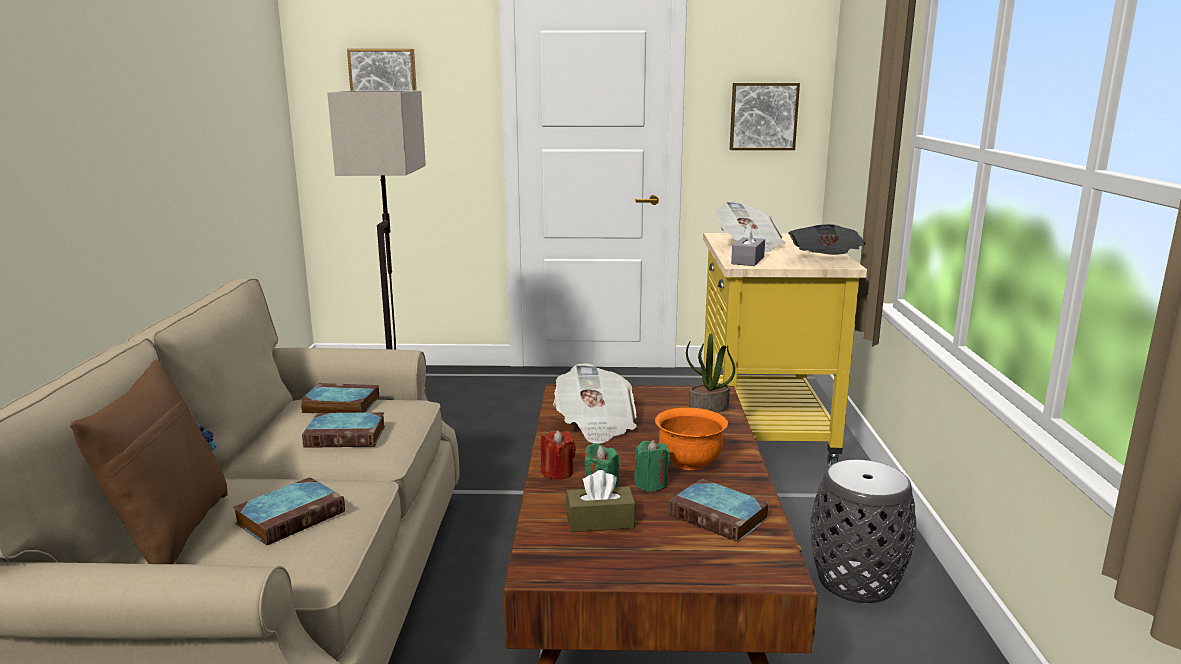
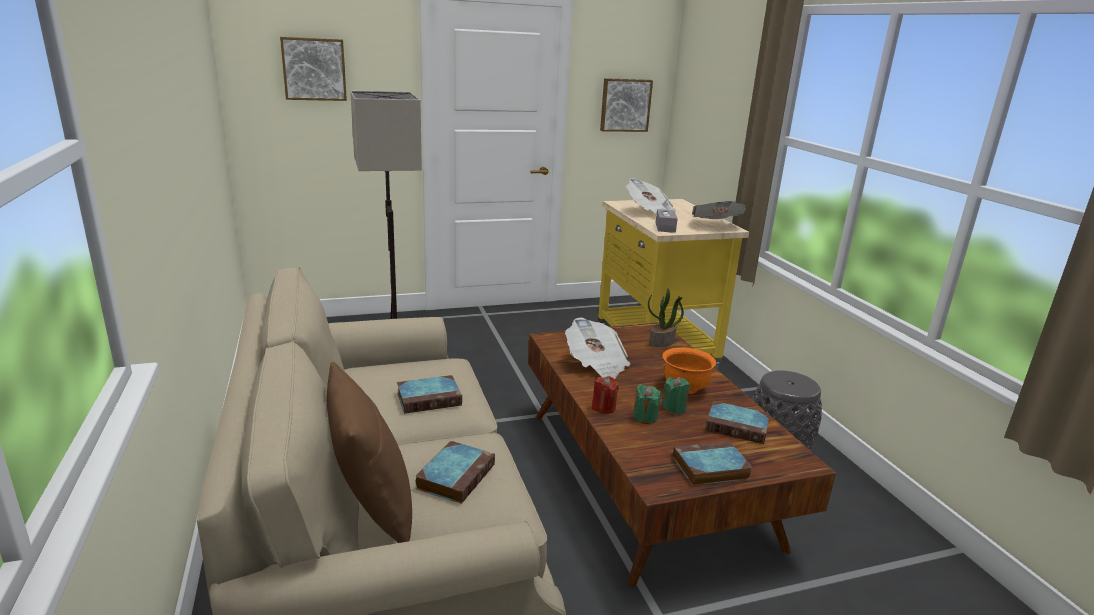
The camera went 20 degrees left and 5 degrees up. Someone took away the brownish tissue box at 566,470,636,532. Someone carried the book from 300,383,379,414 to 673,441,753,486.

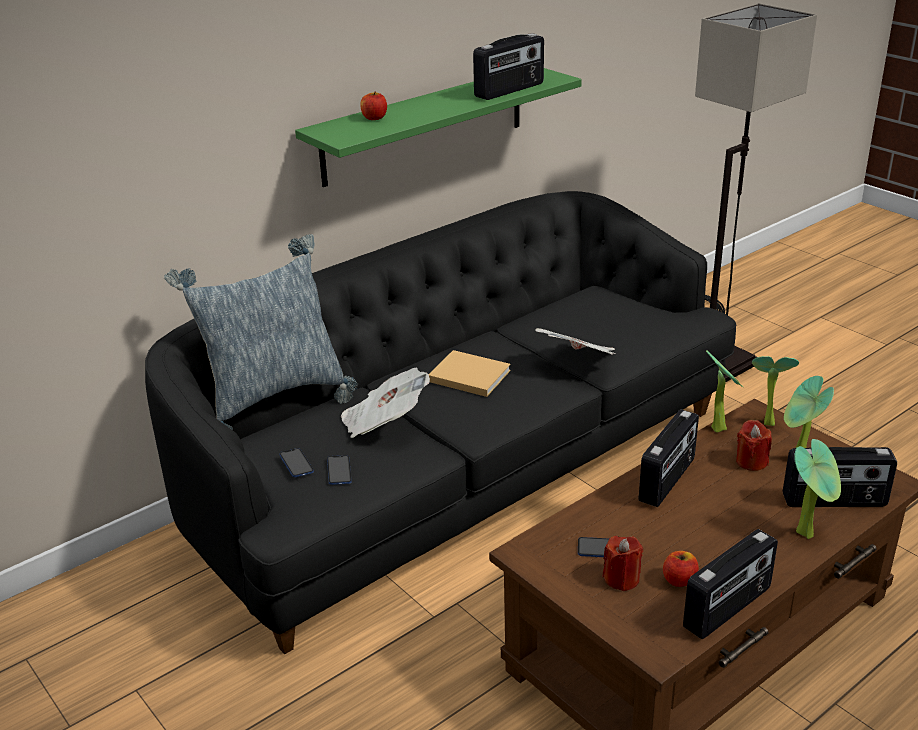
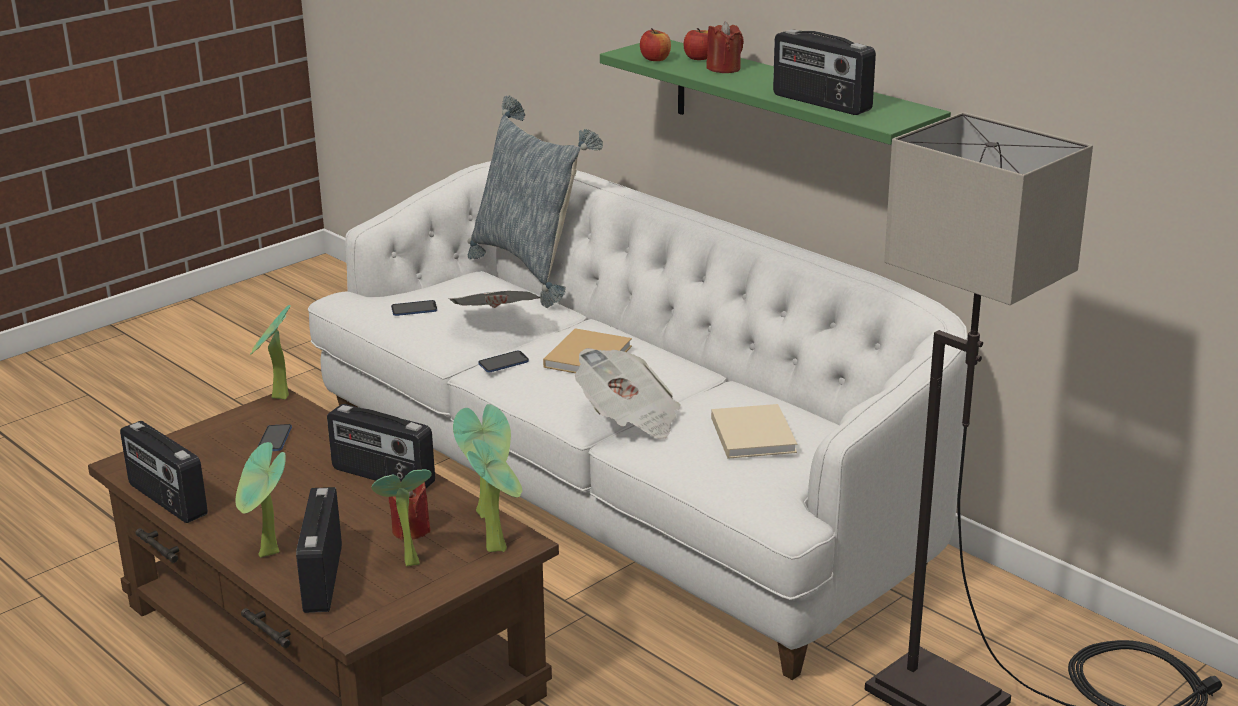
The camera went 85 degrees right and 5 degrees down. Someone put down the houseplant at 250,305,291,399. Someone put down the sand-coloured book at 711,404,797,459. Someone carried the telephone from 279,448,314,477 to 478,351,529,373. Someone carried the reddish wax candle from 603,536,643,591 to 707,21,744,73. Someone carried the apple from 663,551,699,587 to 640,28,671,61. Someone repainted the black sofa at 145,191,737,654, which became the white sofa at 308,161,968,680.

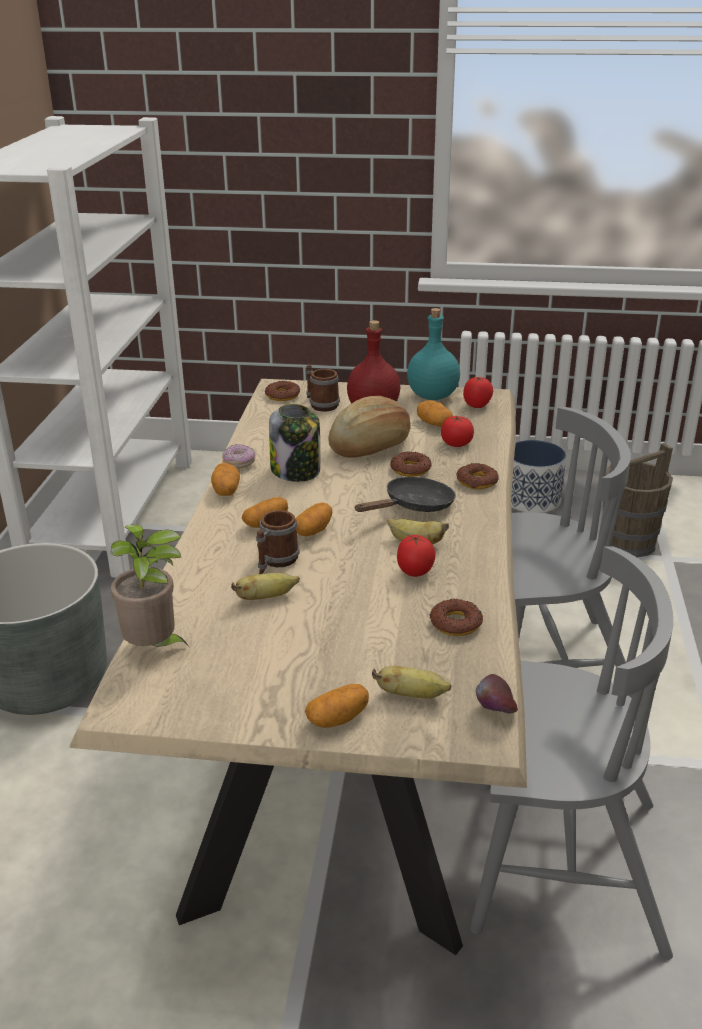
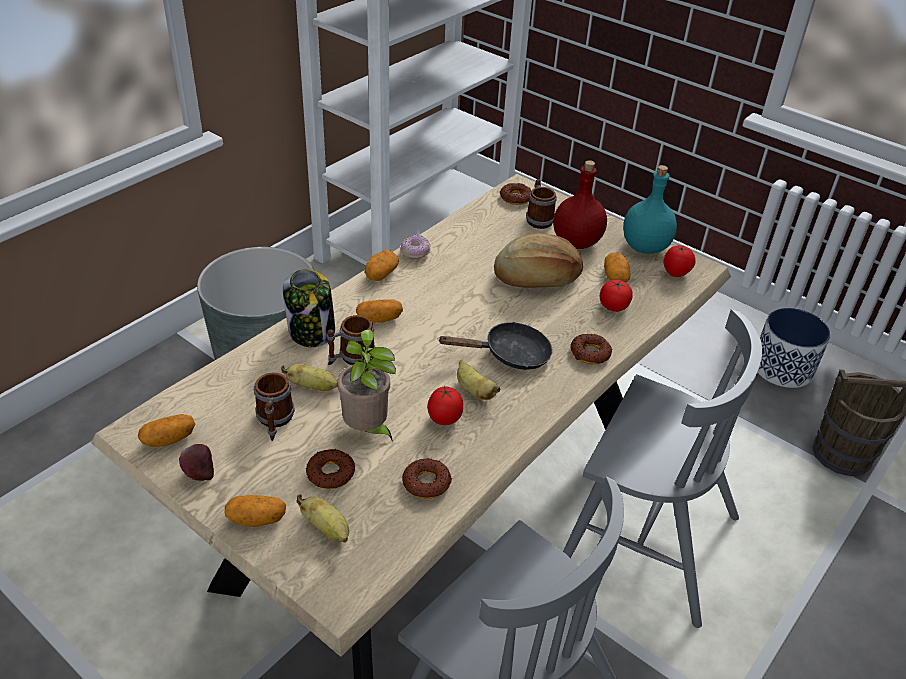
The camera went 30 degrees right and 10 degrees up. Someone put down the mug at 254,372,295,441. Someone carried the houseplant from 111,524,189,647 to 338,329,396,442. Someone carried the preserve jar from 269,404,320,482 to 283,269,335,347. Someone carried the whole potato from 296,502,332,536 to 138,414,195,447. Someone carried the doughnut from 390,452,432,477 to 306,449,355,489. Someone carried the apple from 476,674,518,713 to 179,444,214,481.

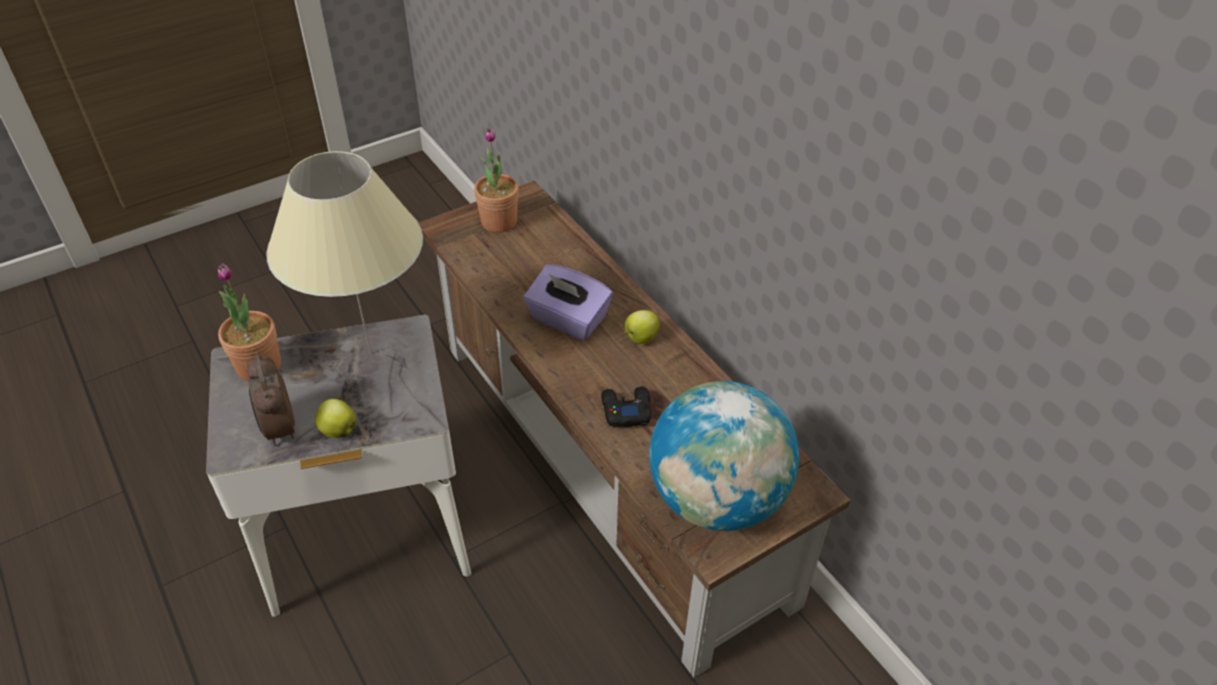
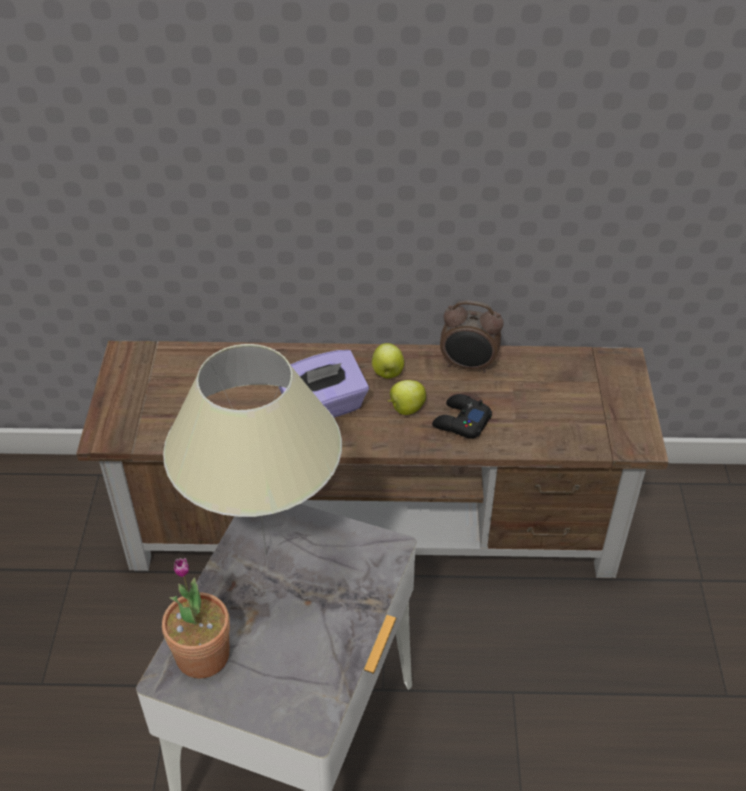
The camera went 55 degrees left and 0 degrees up. Someone took away the houseplant at 474,128,519,232. Someone took away the desk globe at 649,381,799,531. Someone carried the alarm clock from 247,353,295,446 to 440,300,504,373. Someone carried the apple from 315,399,357,438 to 388,380,426,415.

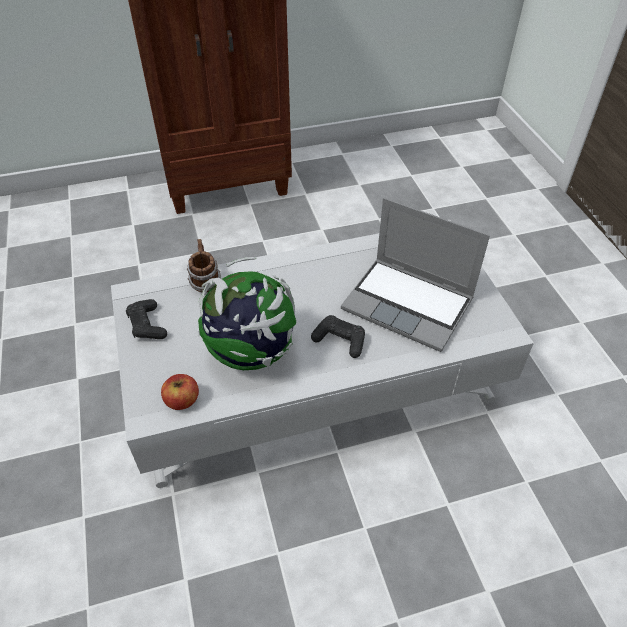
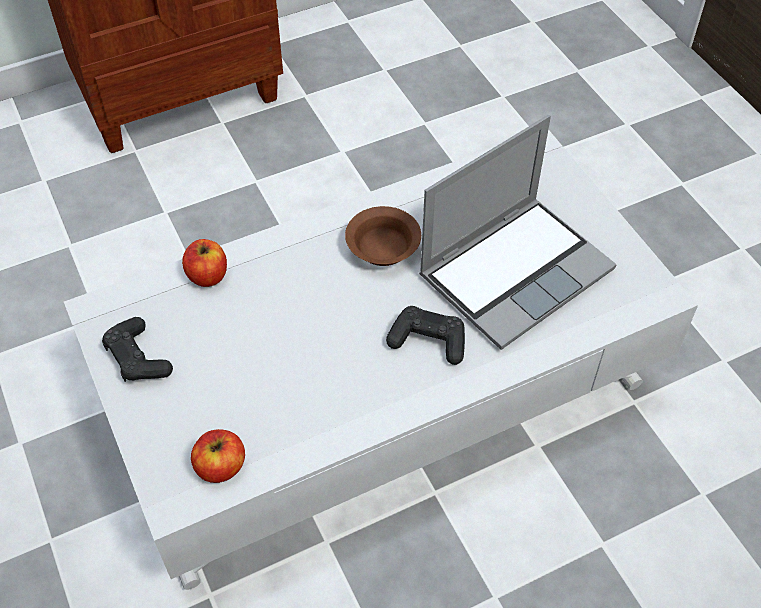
The camera went 10 degrees left and 5 degrees up. Someone took away the desk globe at 198,257,296,370. Someone put down the brownish bowl at 345,206,421,266. Someone swapped the mug at 187,239,221,292 for the apple at 182,239,227,287. Someone rotated the laptop at 341,198,490,352 by 60 degrees counterclockwise.

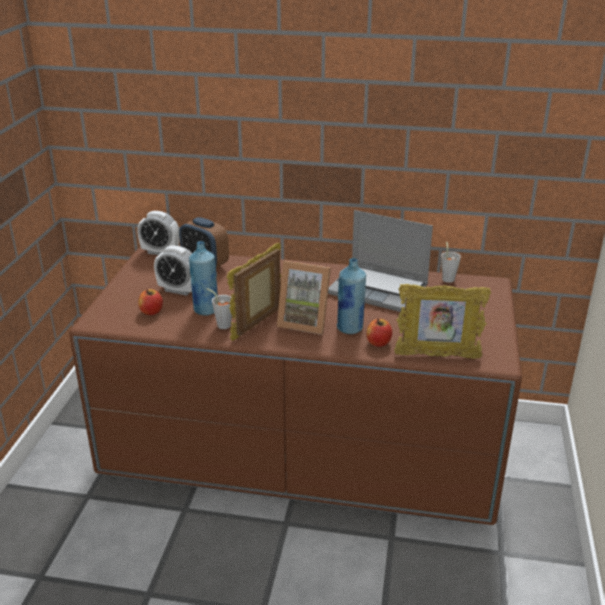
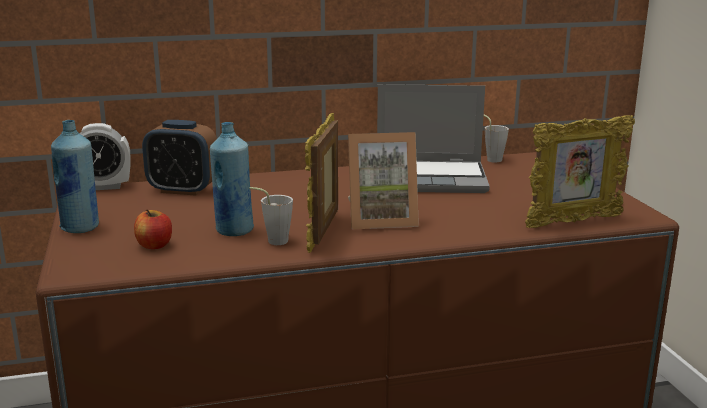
The camera went 25 degrees left and 10 degrees down. Someone took away the alarm clock at 154,245,192,296. Someone took away the apple at 366,319,392,347. Someone carried the blue drink bottle from 337,258,366,334 to 51,120,99,233.

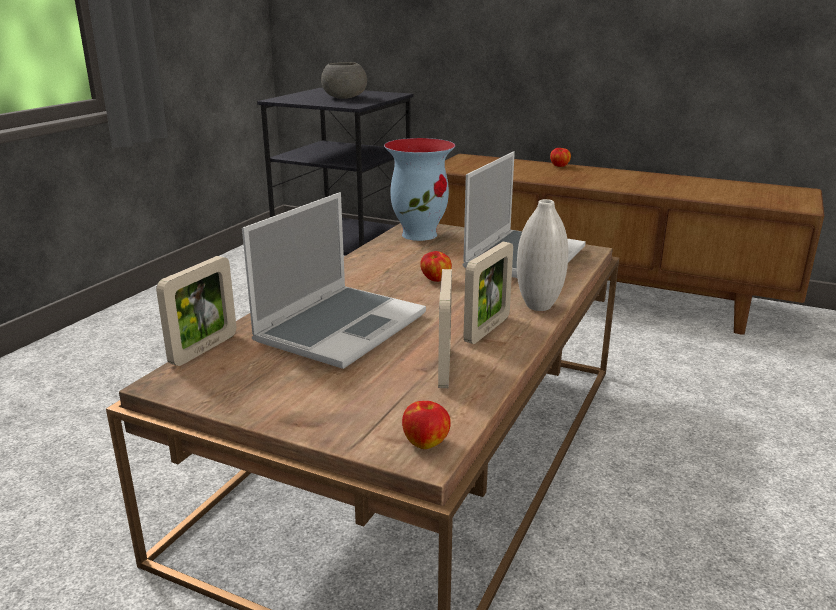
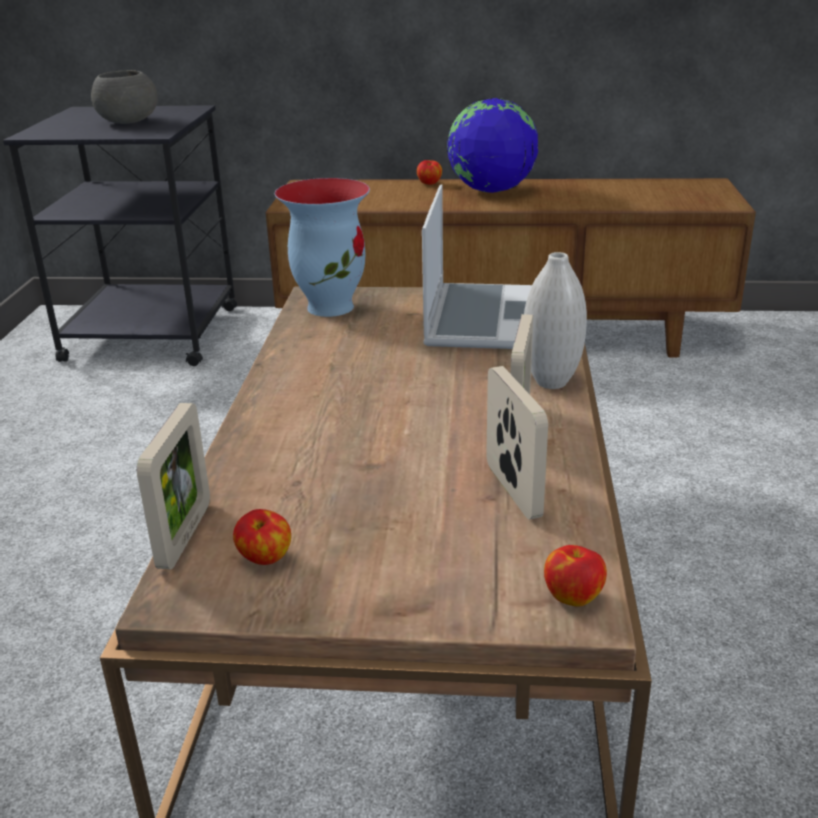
The camera went 20 degrees left and 5 degrees up. Someone took away the laptop at 242,192,426,369. Someone put down the desk globe at 447,98,538,193. Someone carried the apple from 420,251,452,282 to 233,509,291,565.

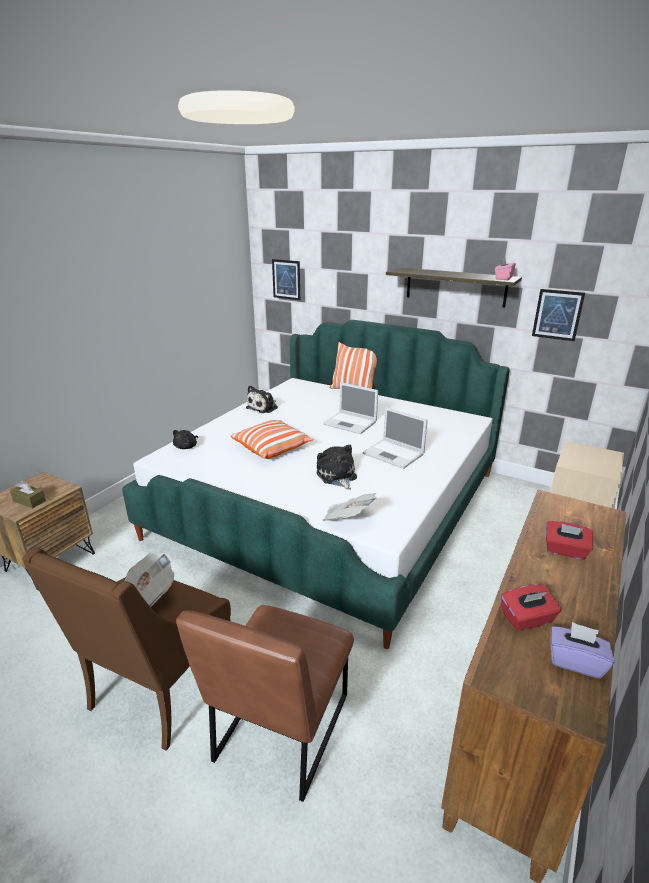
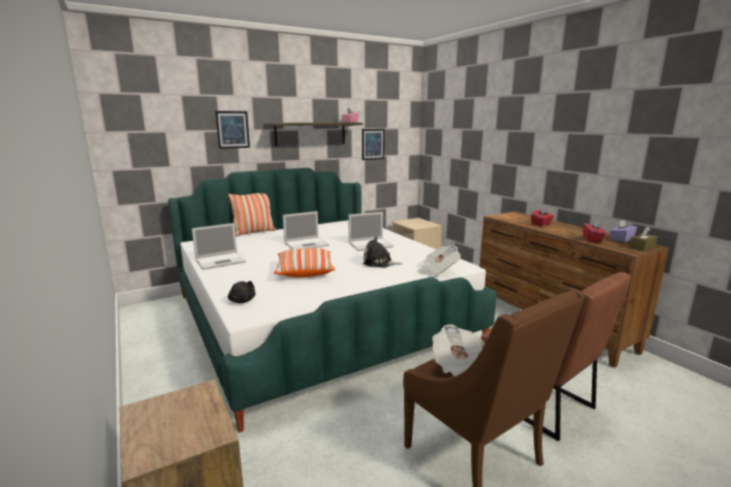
The camera went 60 degrees left and 10 degrees down. Someone carried the brownish tissue box from 10,480,46,508 to 629,226,658,251. Someone carried the picture from 272,259,300,300 to 215,111,250,149. Someone swapped the cuddly toy at 246,385,278,413 for the laptop at 192,223,246,270.

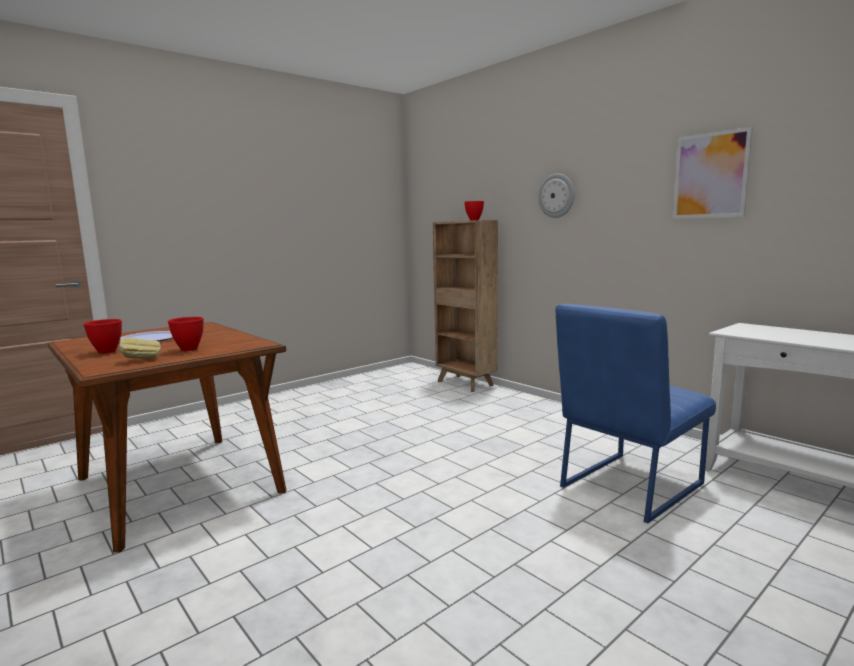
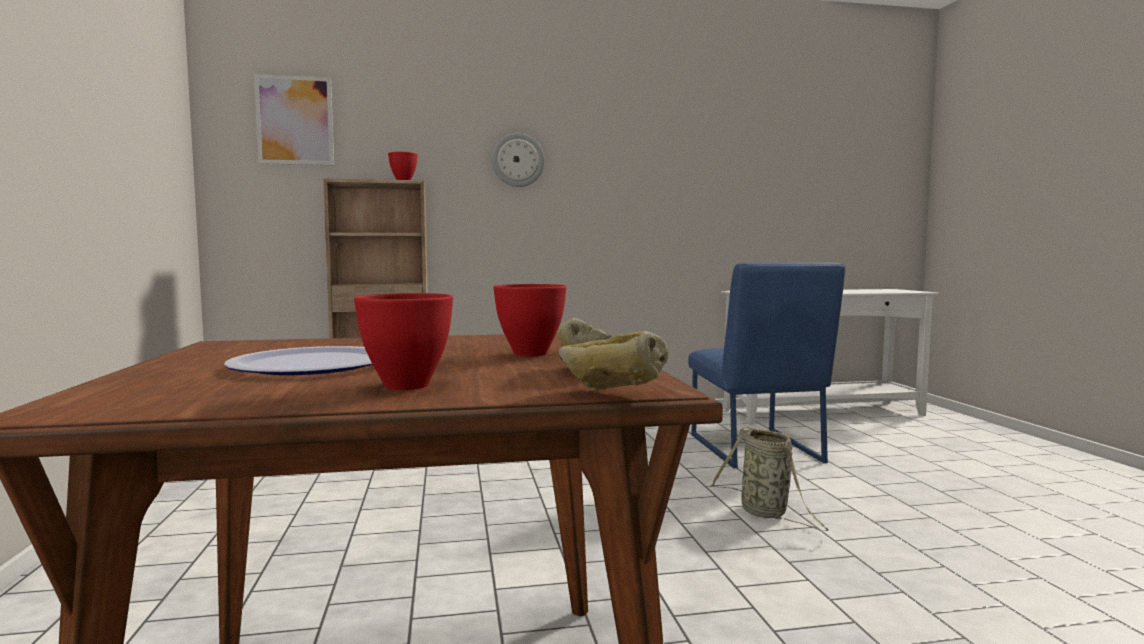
The camera went 60 degrees left and 5 degrees down. Someone put down the bread at 559,331,669,392. Someone put down the basket at 710,427,828,531. Someone carried the picture from 673,127,753,219 to 254,74,334,165.

